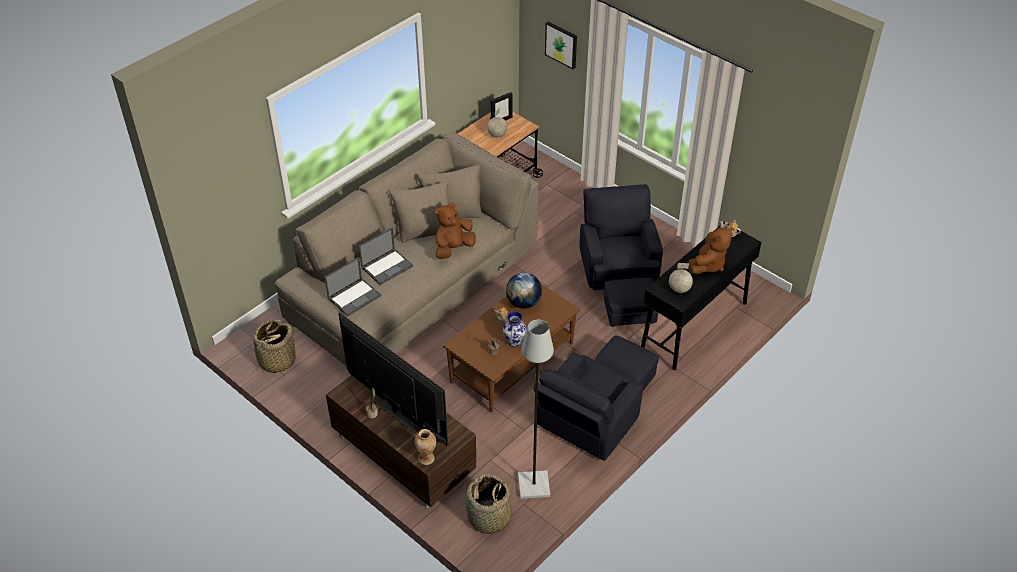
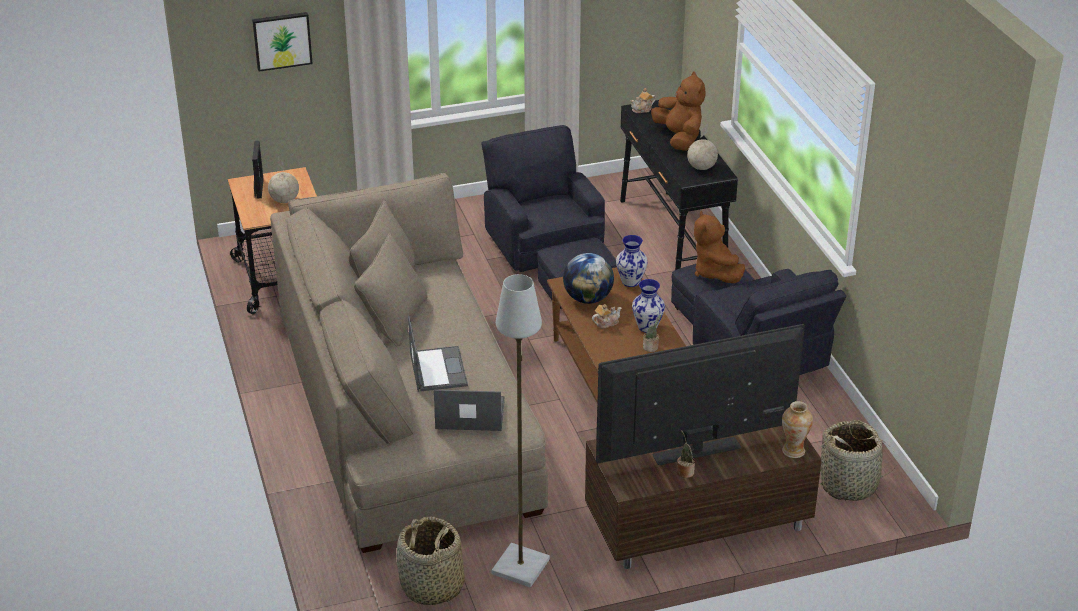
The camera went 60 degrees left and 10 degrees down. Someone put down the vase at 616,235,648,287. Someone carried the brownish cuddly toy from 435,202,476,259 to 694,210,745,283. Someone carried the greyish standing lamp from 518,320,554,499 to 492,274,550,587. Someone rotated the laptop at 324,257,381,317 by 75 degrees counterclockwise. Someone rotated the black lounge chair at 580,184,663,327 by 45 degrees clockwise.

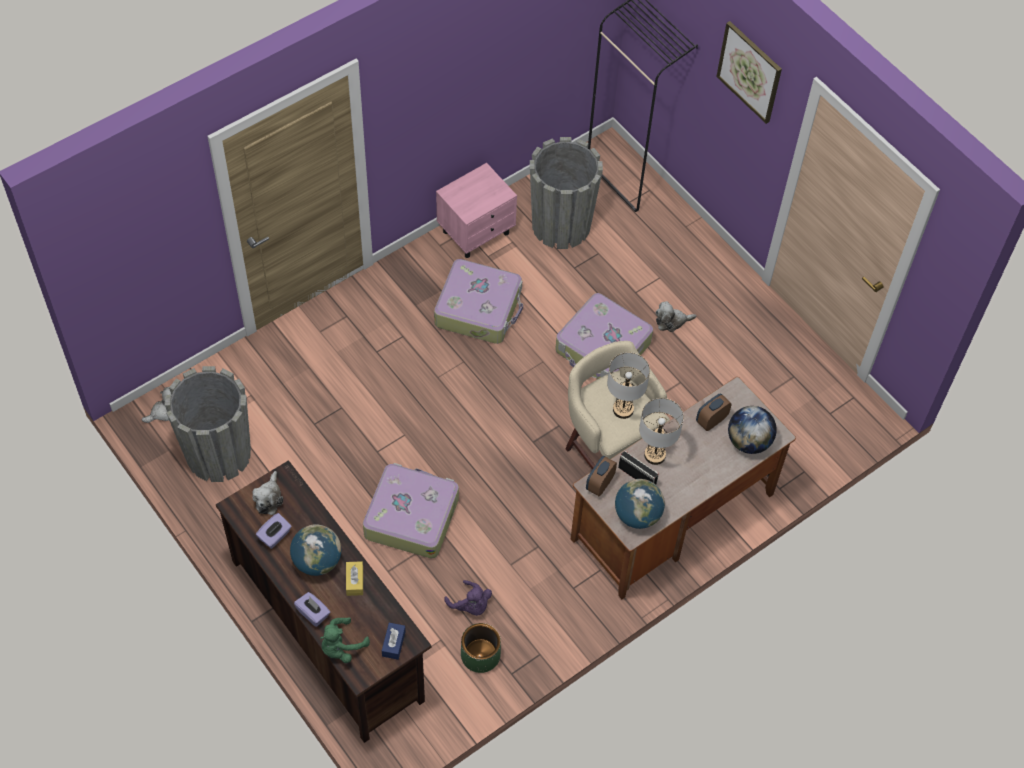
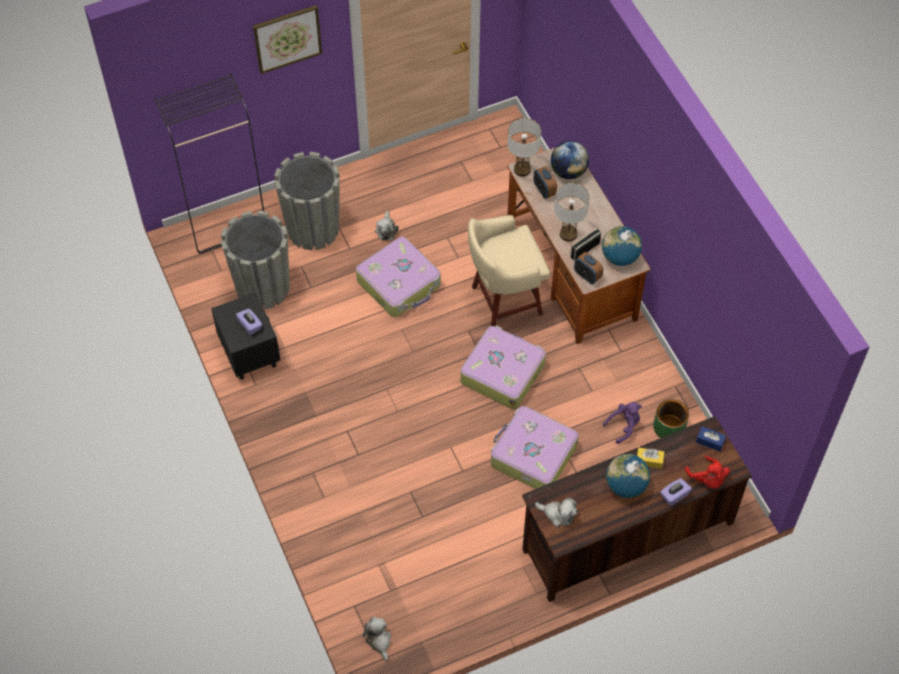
The camera went 75 degrees left and 0 degrees up. Someone carried the greyish flower pot from 165,366,251,482 to 274,152,339,250. Someone carried the purple-coloured tissue box from 256,513,292,549 to 236,308,262,335. Someone carried the suitcase from 434,259,523,344 to 460,326,546,409. Someone carried the lamp for a table from 607,352,650,419 to 507,118,541,177. Someone repainted the greenish cuddly toy at 320,617,370,663, which became the reddish cuddly toy at 685,456,730,489. Someone repainted the pink-coloured nightstand at 436,163,517,258, which became the black nightstand at 211,292,281,380.

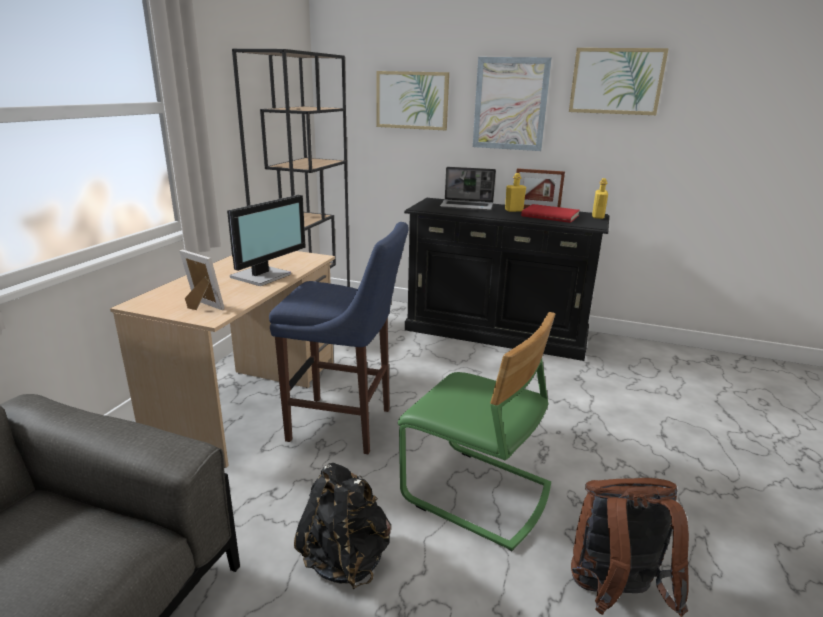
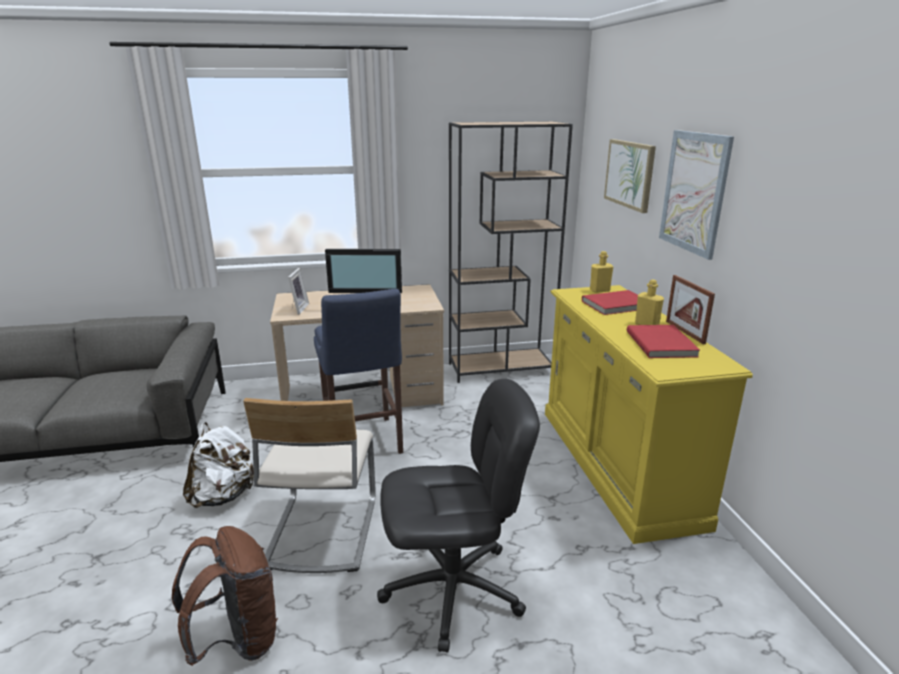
The camera went 60 degrees right and 0 degrees up. Someone took away the picture at 569,48,669,115. Someone put down the black desk chair at 377,379,540,653. Someone carried the yellow-coloured drink bottle from 592,178,608,219 to 590,251,613,293. Someone swapped the laptop at 440,167,496,211 for the reddish book at 582,290,638,315. Someone repainted the black knapsack at 294,463,391,589, which became the white knapsack at 183,422,254,508. Someone repainted the greenish upright chair at 398,312,555,551, which became the sand-coloured upright chair at 243,398,376,573. Someone repainted the black storage cabinet at 404,198,609,361, which became the yellow-coloured storage cabinet at 545,285,753,544.

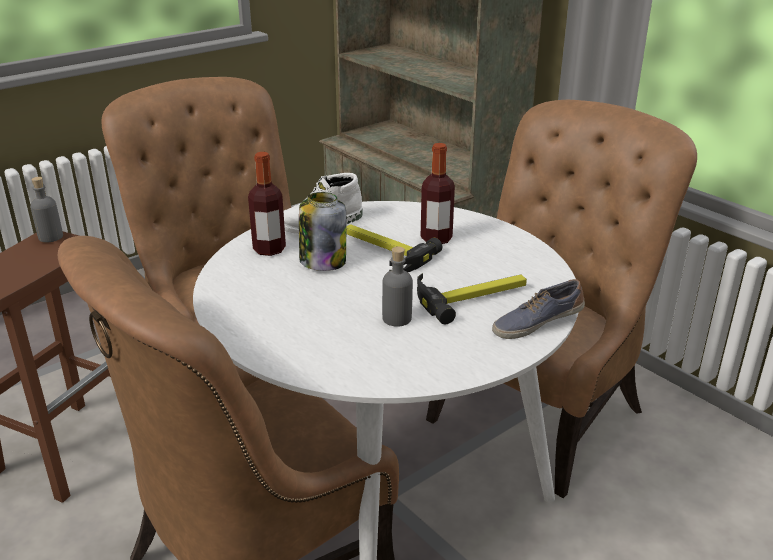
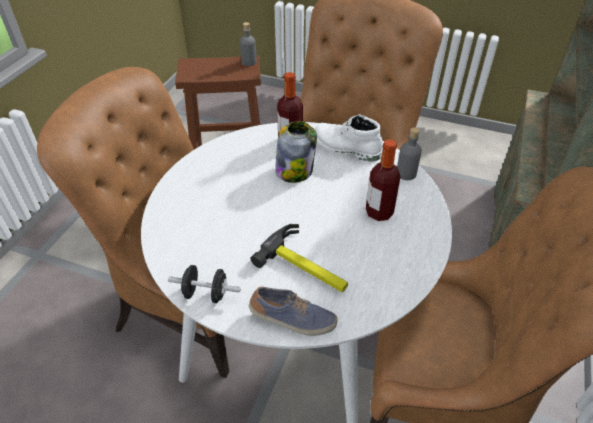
The camera went 60 degrees right and 15 degrees up. Someone took away the hammer at 346,224,442,272. Someone put down the black dumbbell at 168,265,241,303. Someone carried the greyish drink bottle from 382,247,413,327 to 397,127,422,180. Someone rotated the shoe at 492,279,585,339 by 150 degrees clockwise.

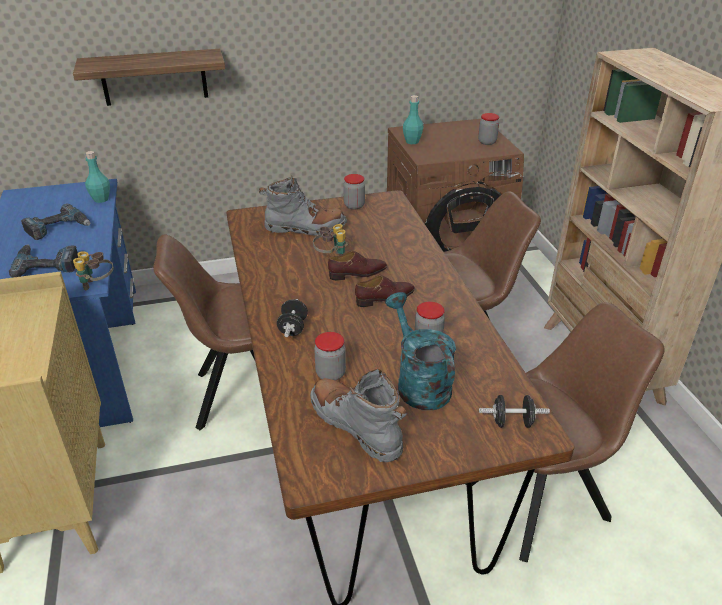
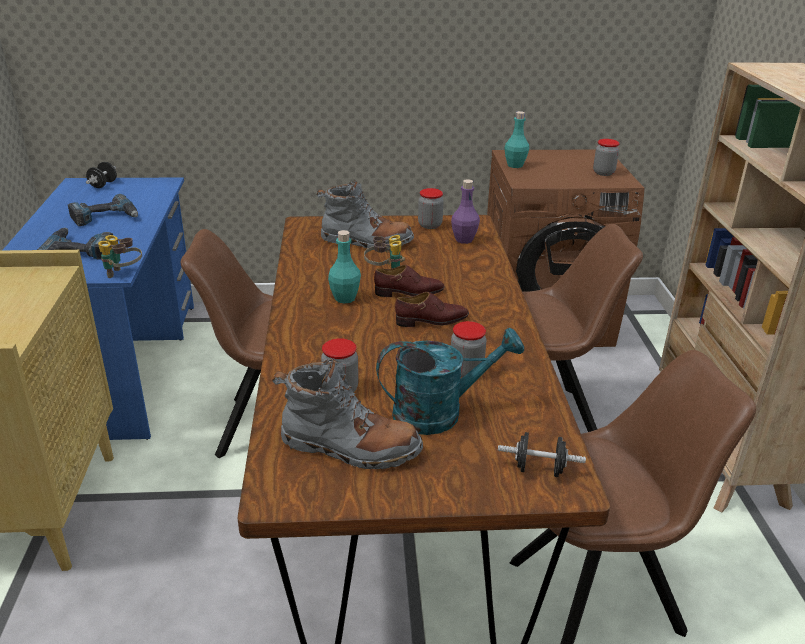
The camera went 10 degrees right and 5 degrees down. Someone took away the wall shelf at 73,49,225,106. Someone put down the purple-coloured drink bottle at 451,179,480,244. Someone carried the blue-green drink bottle from 85,151,110,203 to 328,230,361,304. Someone carried the black dumbbell from 277,299,308,337 to 86,162,117,188. Someone rotated the greyish boot at 310,369,407,462 by 135 degrees clockwise. Someone rotated the blue-green sprinkling can at 385,292,456,410 by 90 degrees clockwise.

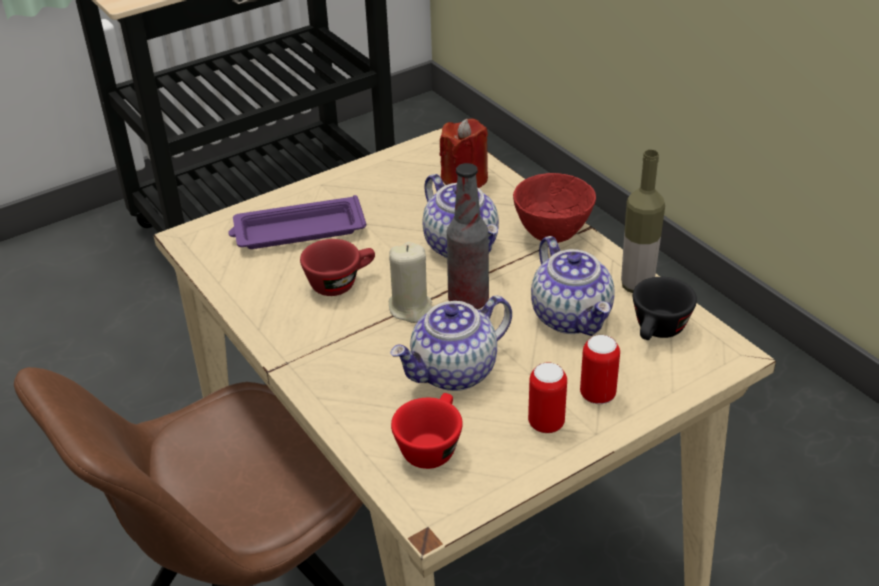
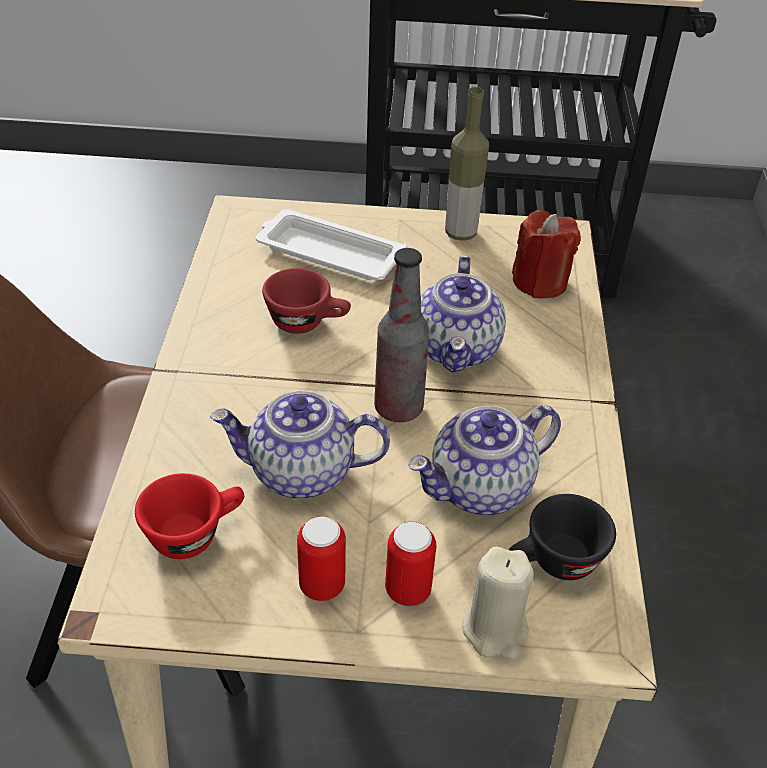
The camera went 35 degrees right and 5 degrees up. Someone took away the reddish bowl at 513,173,596,243. Someone carried the sand-coloured wax candle from 389,242,433,323 to 462,547,534,659. Someone carried the drink bottle from 621,149,665,293 to 445,87,489,241. Someone repainted the purple-coloured tray at 228,195,366,249, which became the white tray at 256,209,407,280. Someone rotated the tea pot at 531,236,615,336 by 45 degrees clockwise.

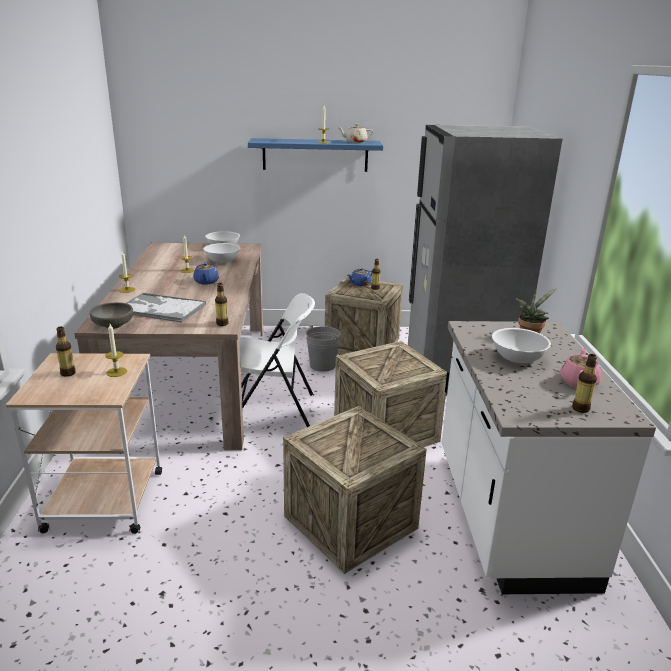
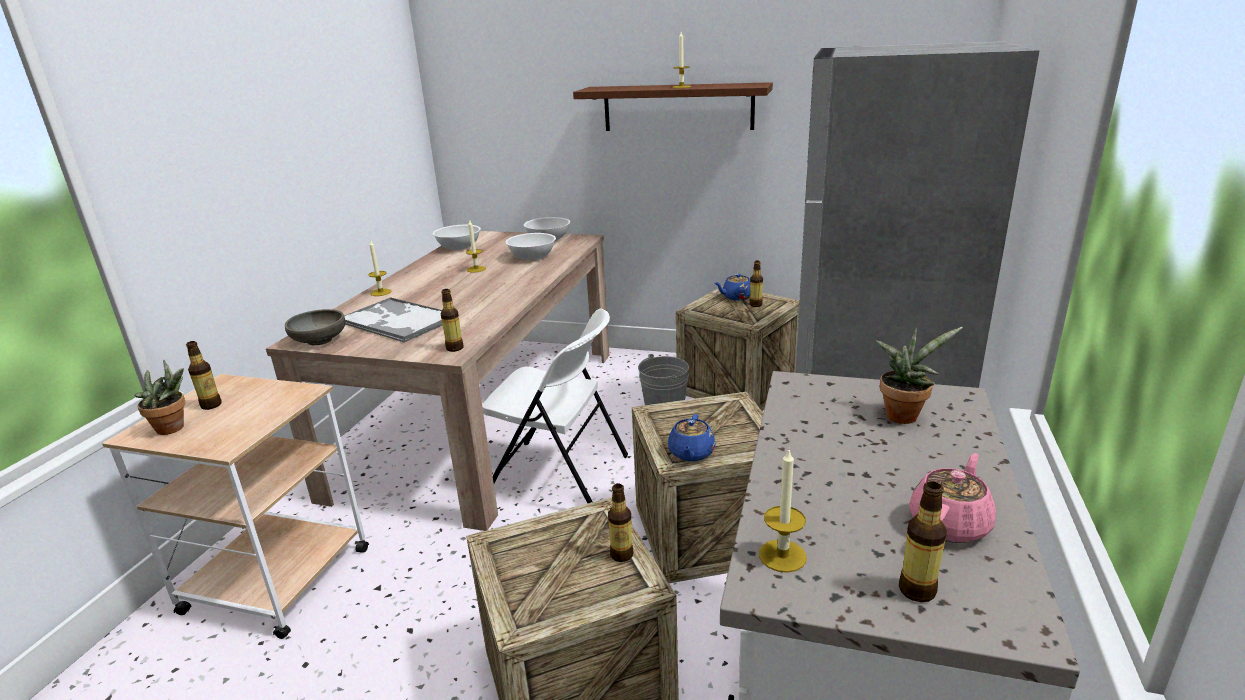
The camera went 20 degrees right and 0 degrees up. Someone took away the sand-coloured tea pot at 338,124,373,143. Someone put down the houseplant at 135,360,186,435. Someone put down the drink bottle at 608,484,634,562. Someone carried the wax candle from 105,324,127,377 to 759,450,807,573. Someone carried the blue tea pot from 193,262,219,285 to 668,414,716,461. Someone carried the white bowl from 492,328,551,363 to 433,225,481,250. Someone repainted the blue wall shelf at 248,138,383,172, which became the brownish wall shelf at 573,82,773,131.

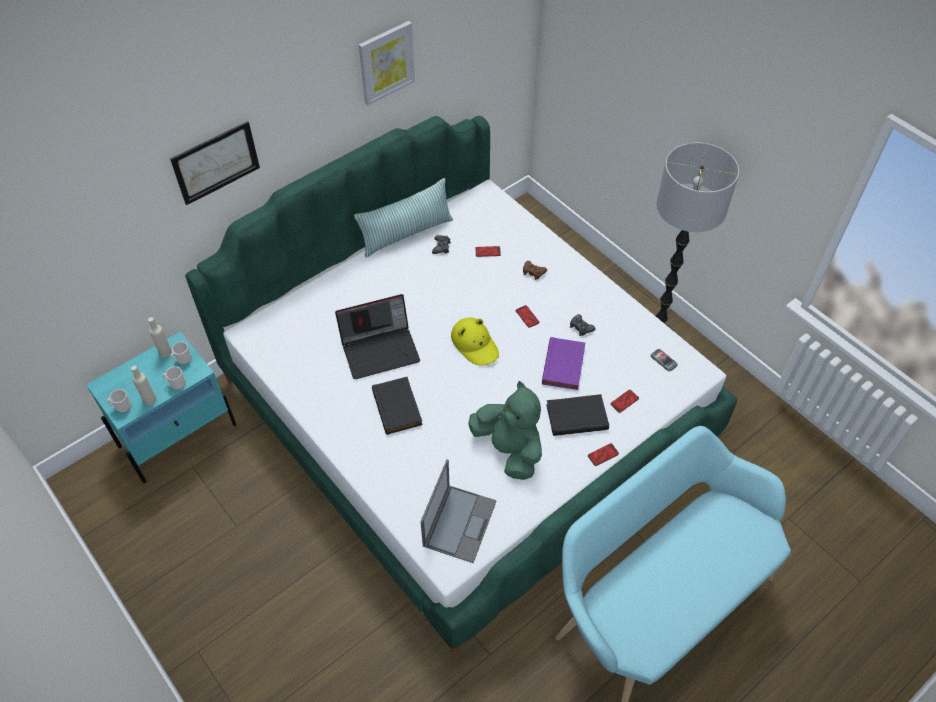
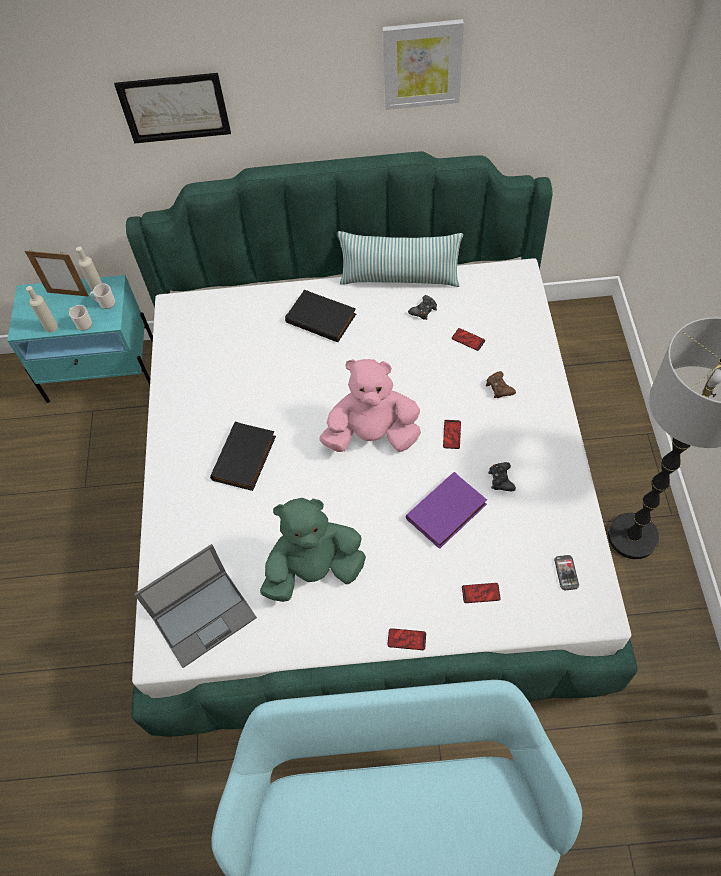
The camera went 40 degrees right and 5 degrees up. Someone took away the mug at 107,389,131,413. Someone took away the laptop at 335,294,420,379. Someone put down the photo frame at 25,251,89,297. Someone carried the black book from 546,394,609,436 to 285,290,356,342. Someone swapped the yellow-coloured clothing hat at 451,317,499,366 for the pink-coloured cuddly toy at 320,359,421,452. Someone rotated the greenish cuddly toy at 468,381,542,480 by 105 degrees counterclockwise.

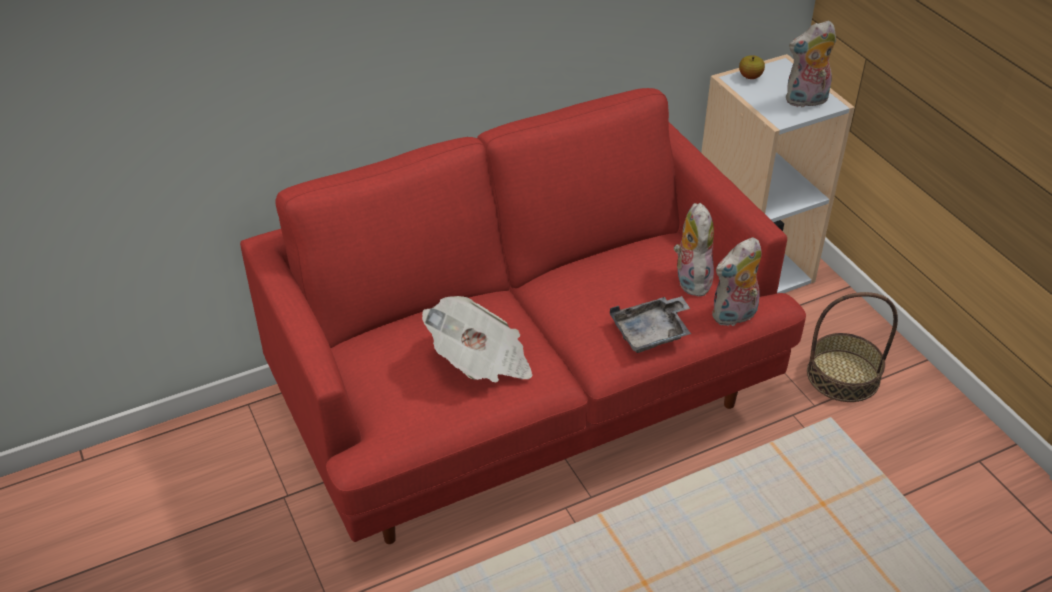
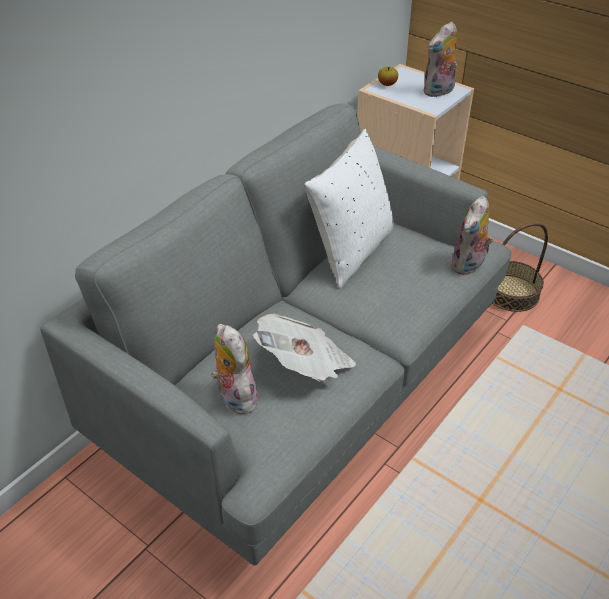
The camera went 25 degrees left and 0 degrees up. Someone took away the greyish tray at 610,296,691,353. Someone put down the white cushion at 304,129,394,288. Someone carried the cuddly toy from 674,203,714,297 to 211,324,258,414. Someone repainted the reddish sofa at 240,88,806,544, which became the greyish sofa at 40,103,511,566.

